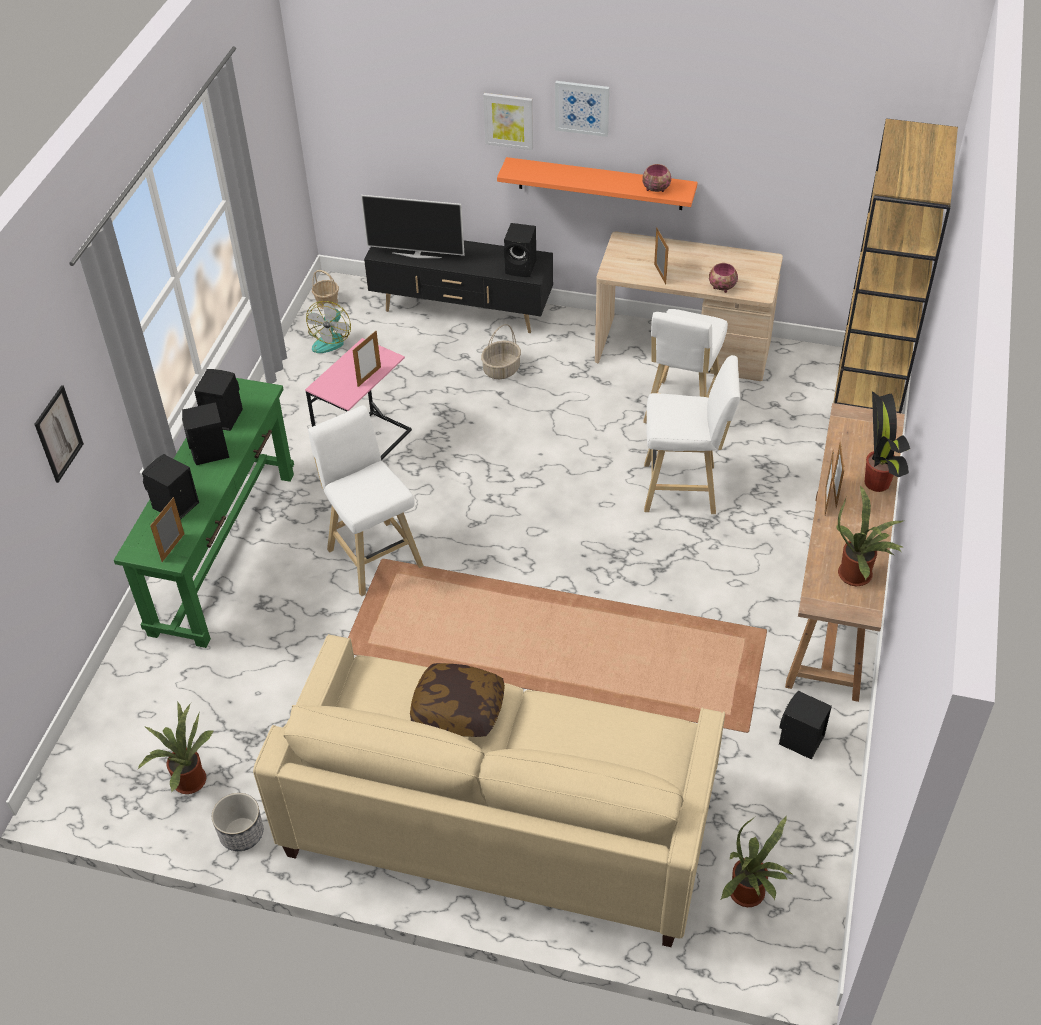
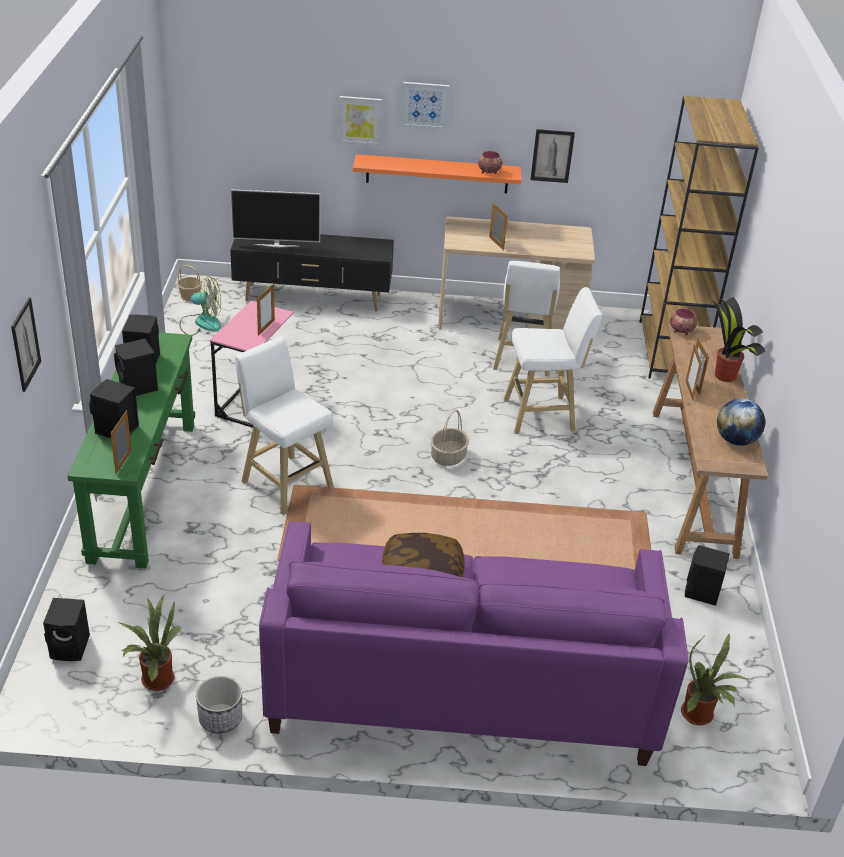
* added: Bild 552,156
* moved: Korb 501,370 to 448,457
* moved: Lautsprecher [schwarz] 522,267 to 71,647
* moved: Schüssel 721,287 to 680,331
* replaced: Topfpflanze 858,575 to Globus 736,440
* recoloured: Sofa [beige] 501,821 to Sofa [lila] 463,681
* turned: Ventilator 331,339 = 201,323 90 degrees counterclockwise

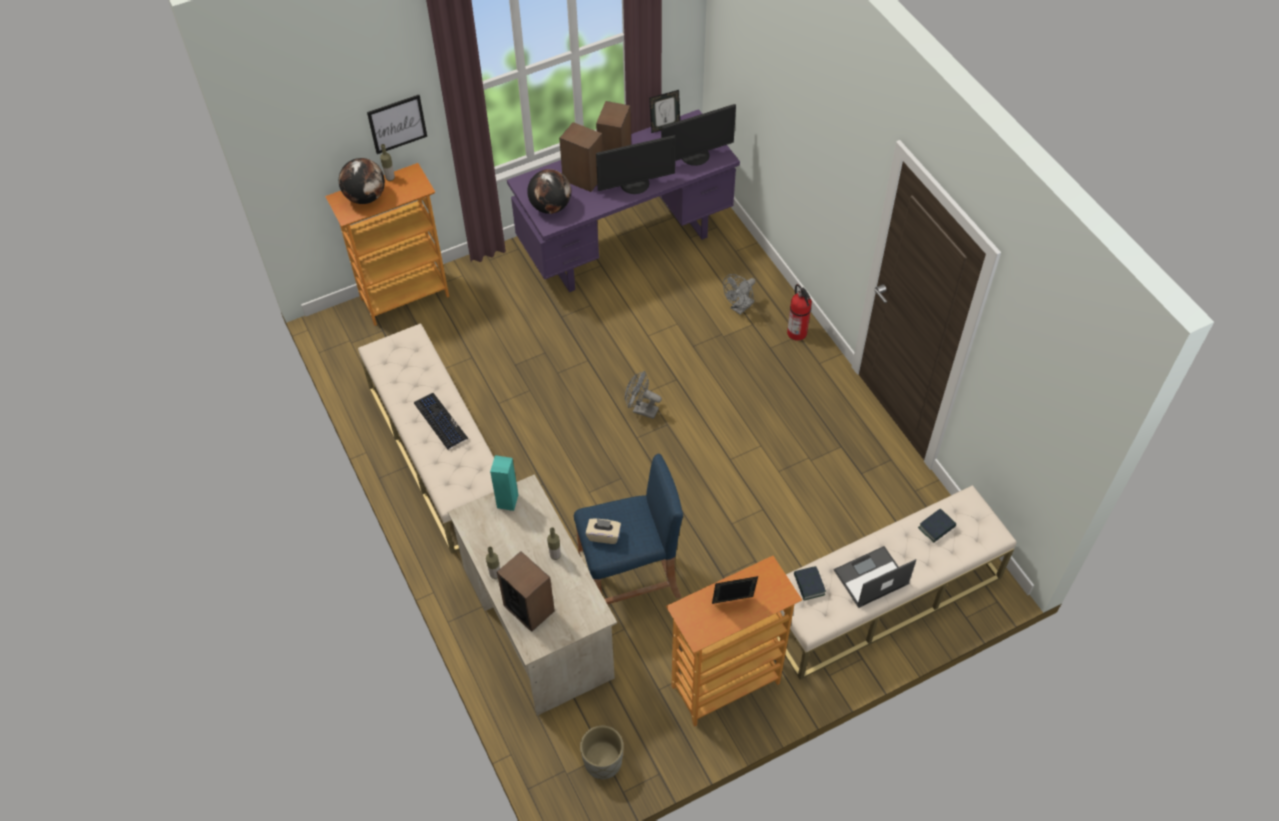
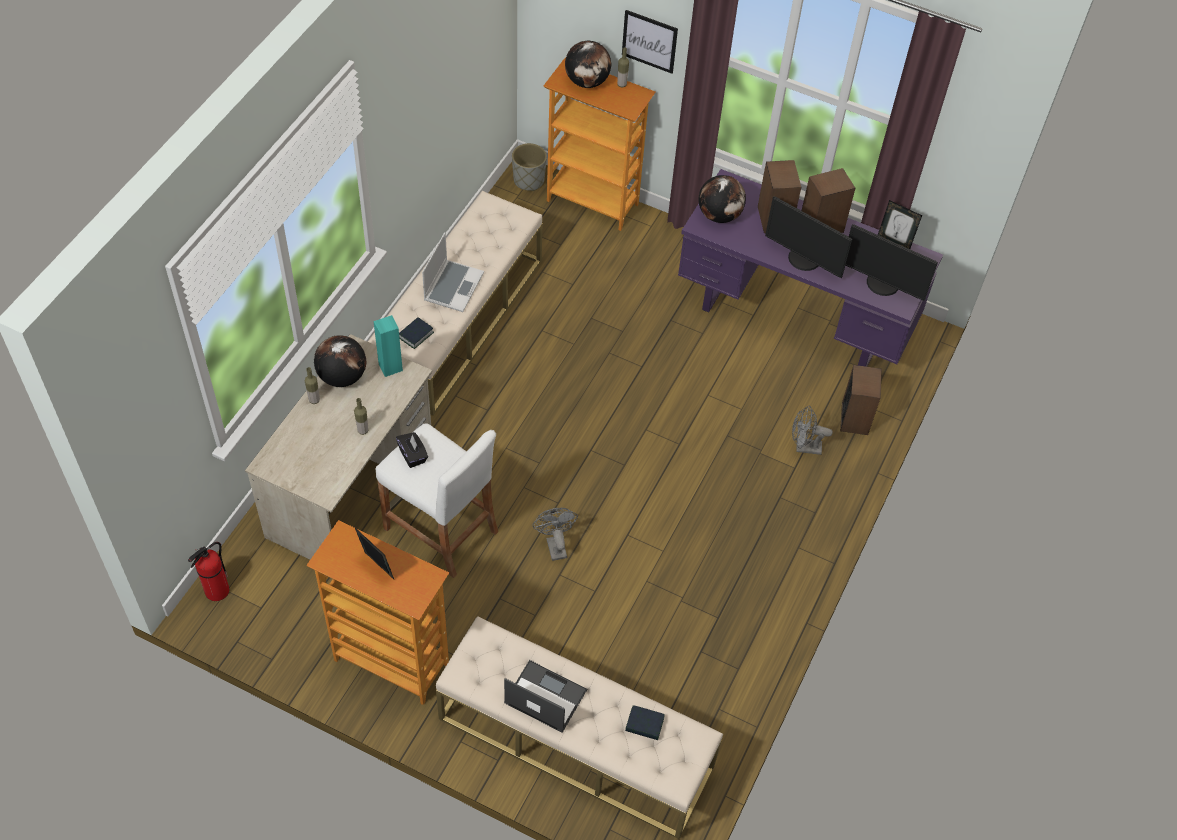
* added: Globus 342,377
* moved: Lautsprecher 529,608 to 855,418
* moved: Pflanzkübel [grau] 603,762 to 528,180
* moved: Ventilator [grau] 641,409 to 555,544
* moved: Feuerlöscher 797,333 to 216,591
* moved: Buch 809,585 to 415,335
* replaced: Tastatur 440,421 to Laptop 453,286
* recoloured: Hocker [blau] 630,581 to Hocker [weiß] 441,530
* recoloured: Taschentuchbox [beige] 603,535 to Taschentuchbox [schwarz] 413,455

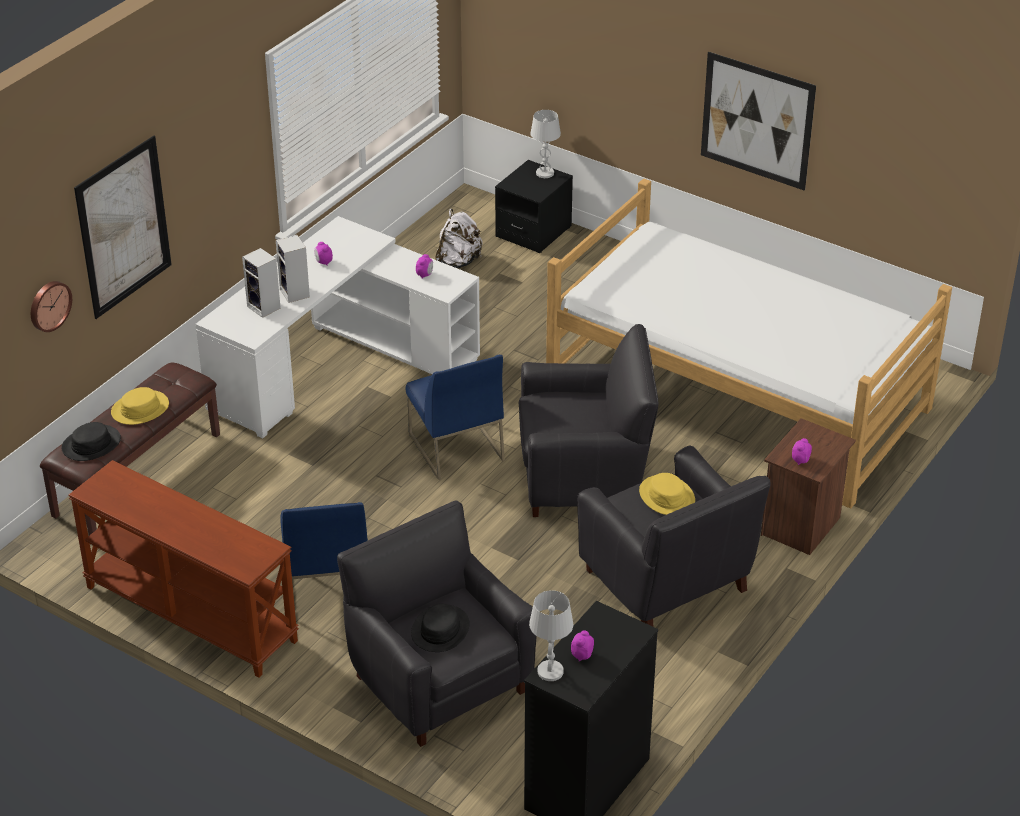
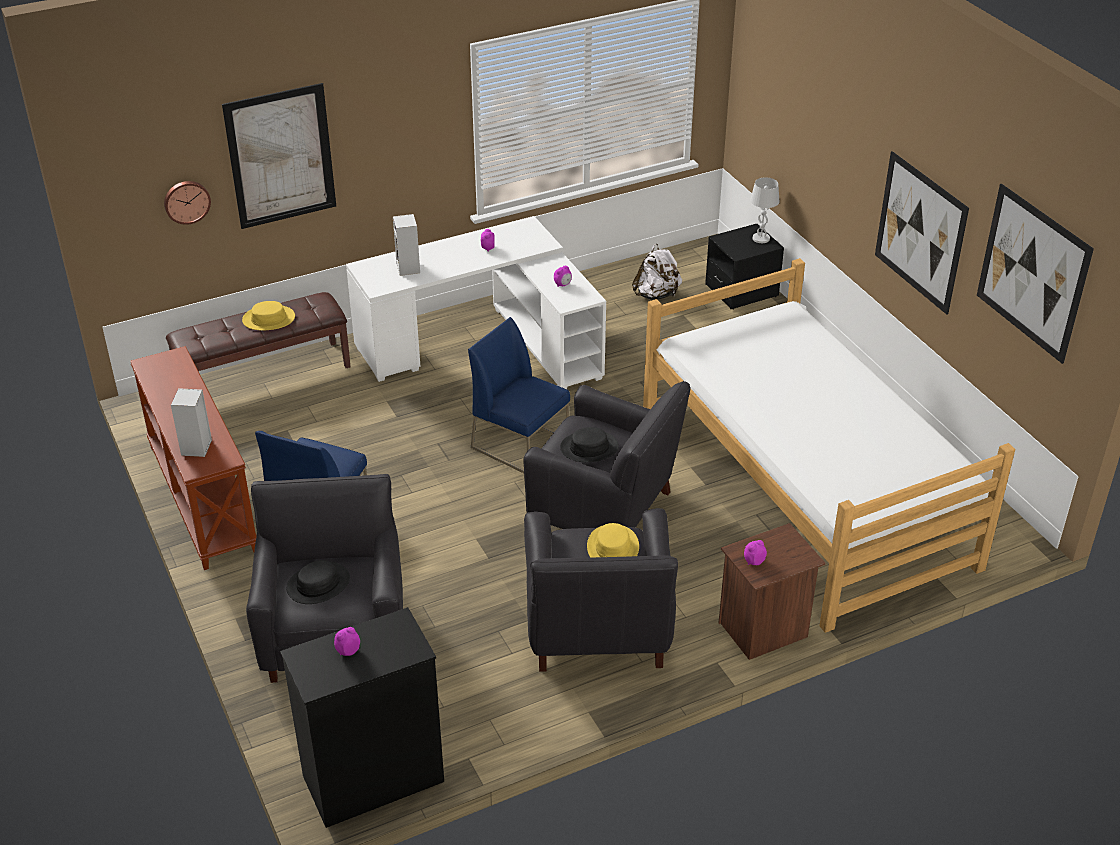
* removed: Tischlampe [weiß] 550,671
* added: Bild 1032,273
* moved: Hut [schwarz] 91,444 to 589,447
* moved: Lautsprecher 295,294 to 197,448
* turned: Stuhl [blau] 455,447 = 521,443 120 degrees clockwise

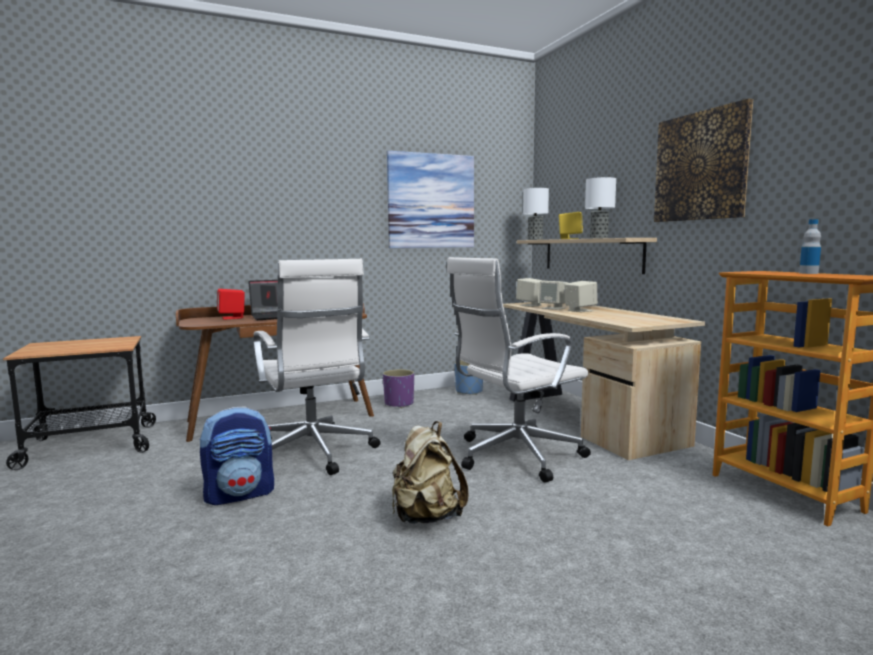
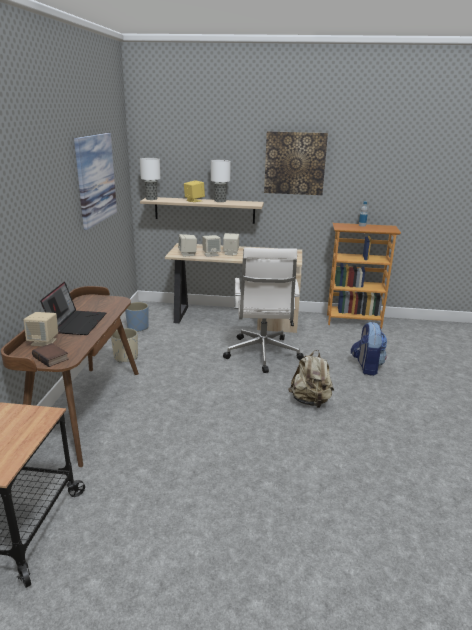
* removed: Bürostuhl [weiß] 313,454
* added: Buch 52,358
* moved: Rucksack 240,494 to 366,367
* recoloured: Lautsprecher [rot] 232,317 to Lautsprecher [beige] 44,342
* recoloured: Pflanzkübel [lila] 399,404 to Pflanzkübel [beige] 126,357

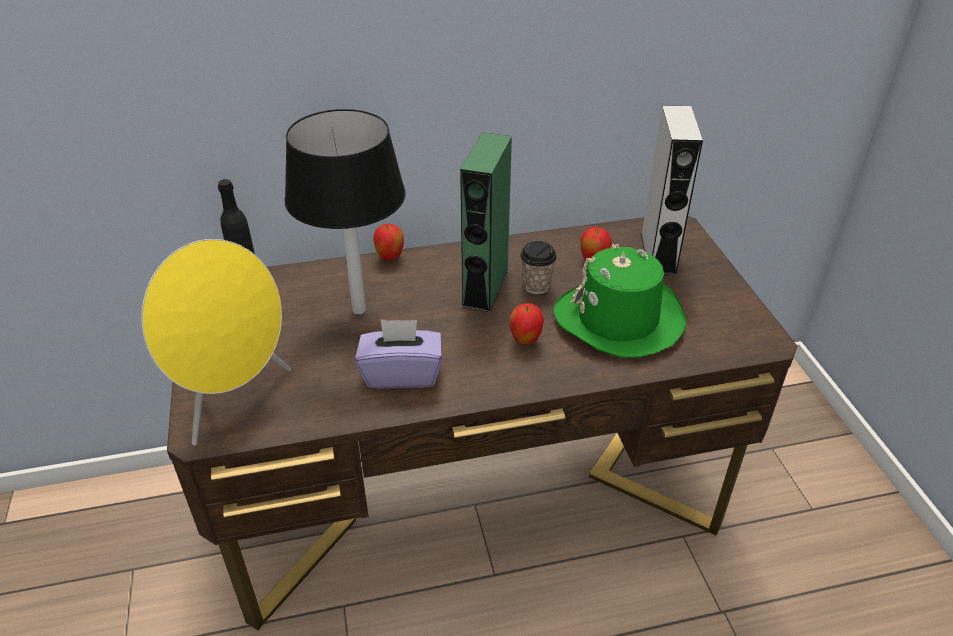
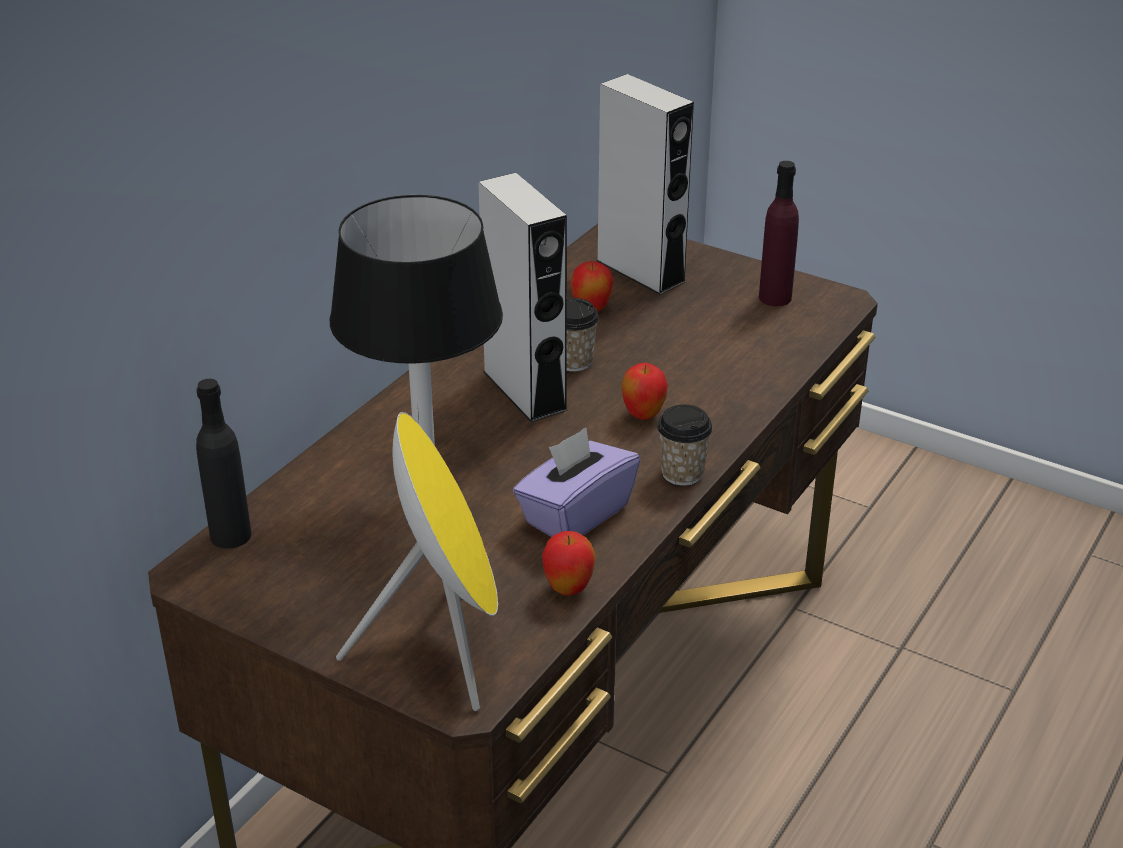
* removed: Hut [grün] 618,319
* added: Tasse 682,473
* added: Flasche [lila] 775,298
* moved: Apfel 390,258 to 568,589
* recoloured: Lautsprecher [grün] 485,287 to Lautsprecher [grau] 524,390

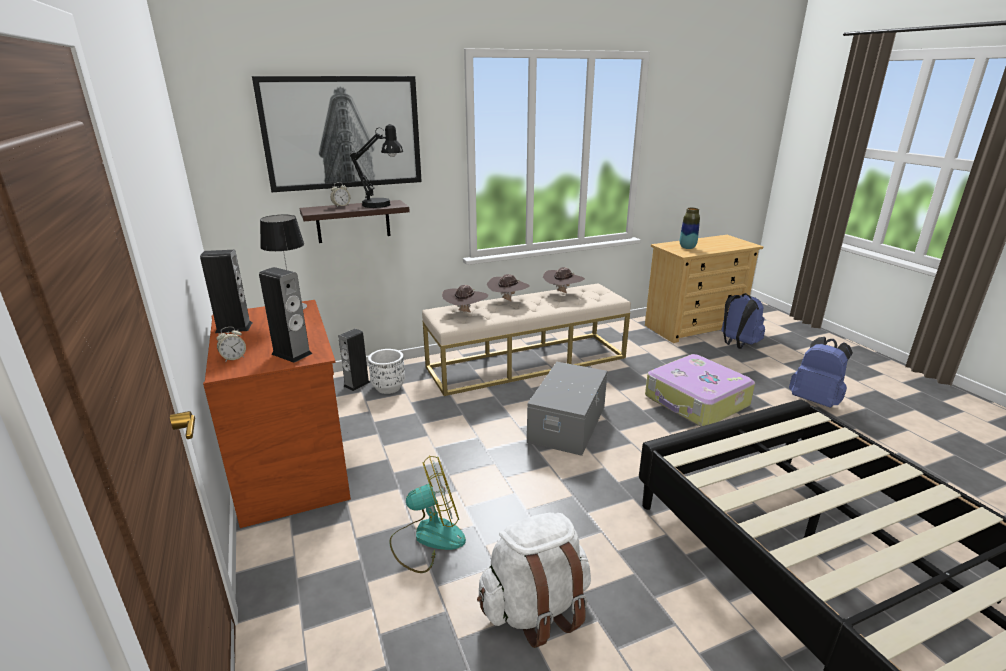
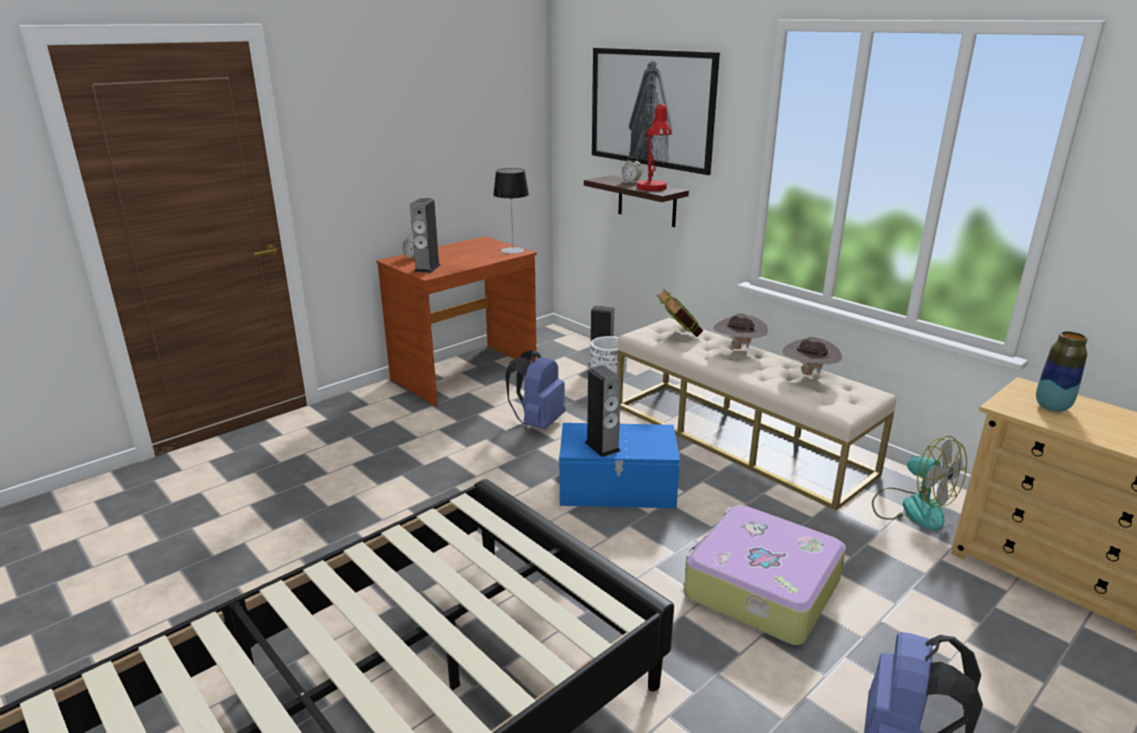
* removed: Rucksack [weiß] 535,609
* moved: Lautsprecher 234,327 to 602,446
* moved: Ventilator 427,538 to 912,508
* moved: Rucksack [blau] 737,344 to 538,423
* replaced: Hut [braun] 465,313 to Buch 678,335
* recoloured: Tischlampe [schwarz] 382,205 to Tischlampe [rot] 653,189
* recoloured: Aufbewahrungsbox [grau] 568,424 to Aufbewahrungsbox [blau] 617,488

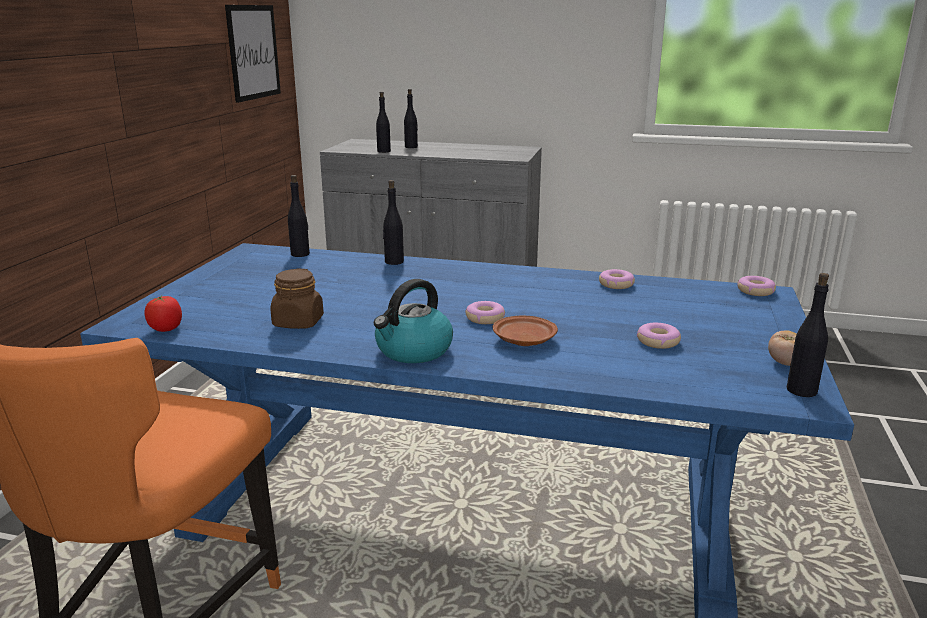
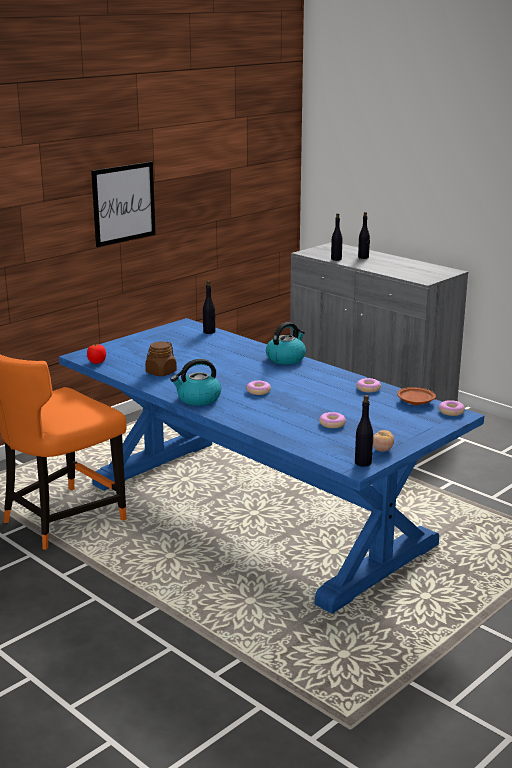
* removed: Flasche [schwarz] 393,262
* added: Wasserkessel 286,358
* moved: Bild 253,52 to 123,203
* moved: Teller [braun] 523,340 to 415,402

